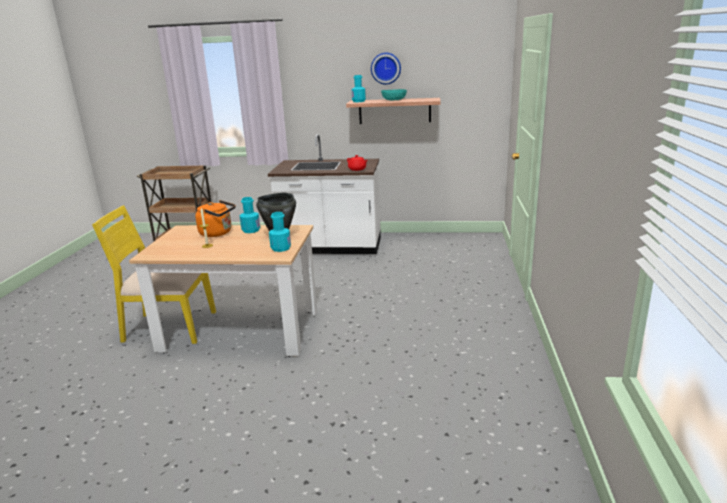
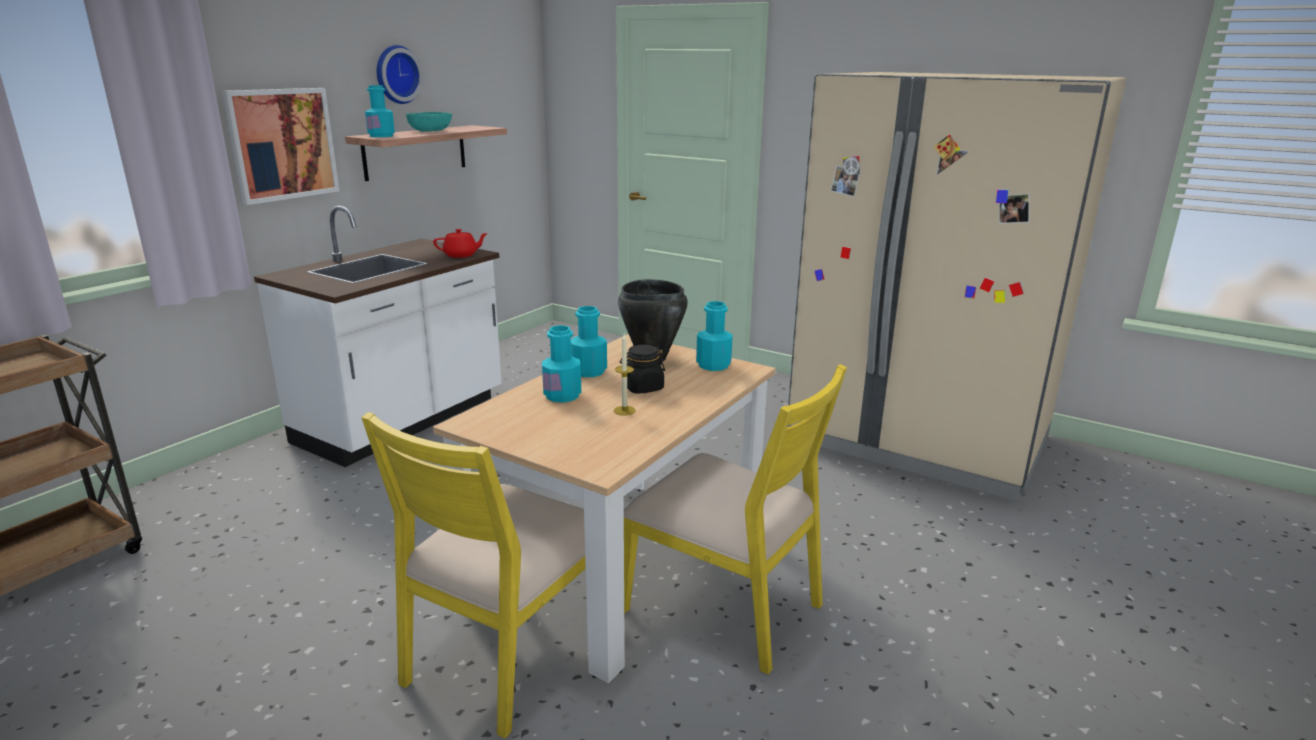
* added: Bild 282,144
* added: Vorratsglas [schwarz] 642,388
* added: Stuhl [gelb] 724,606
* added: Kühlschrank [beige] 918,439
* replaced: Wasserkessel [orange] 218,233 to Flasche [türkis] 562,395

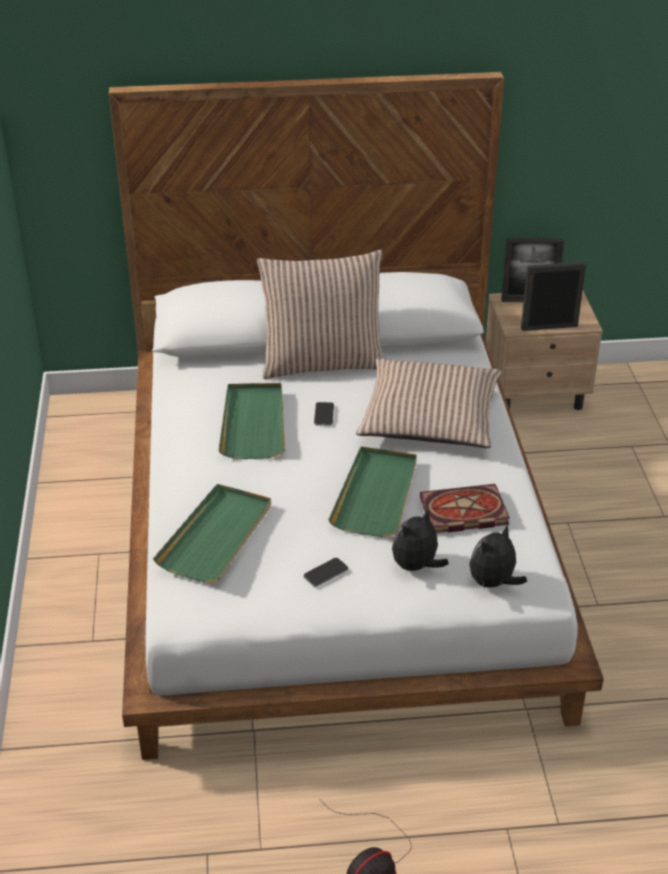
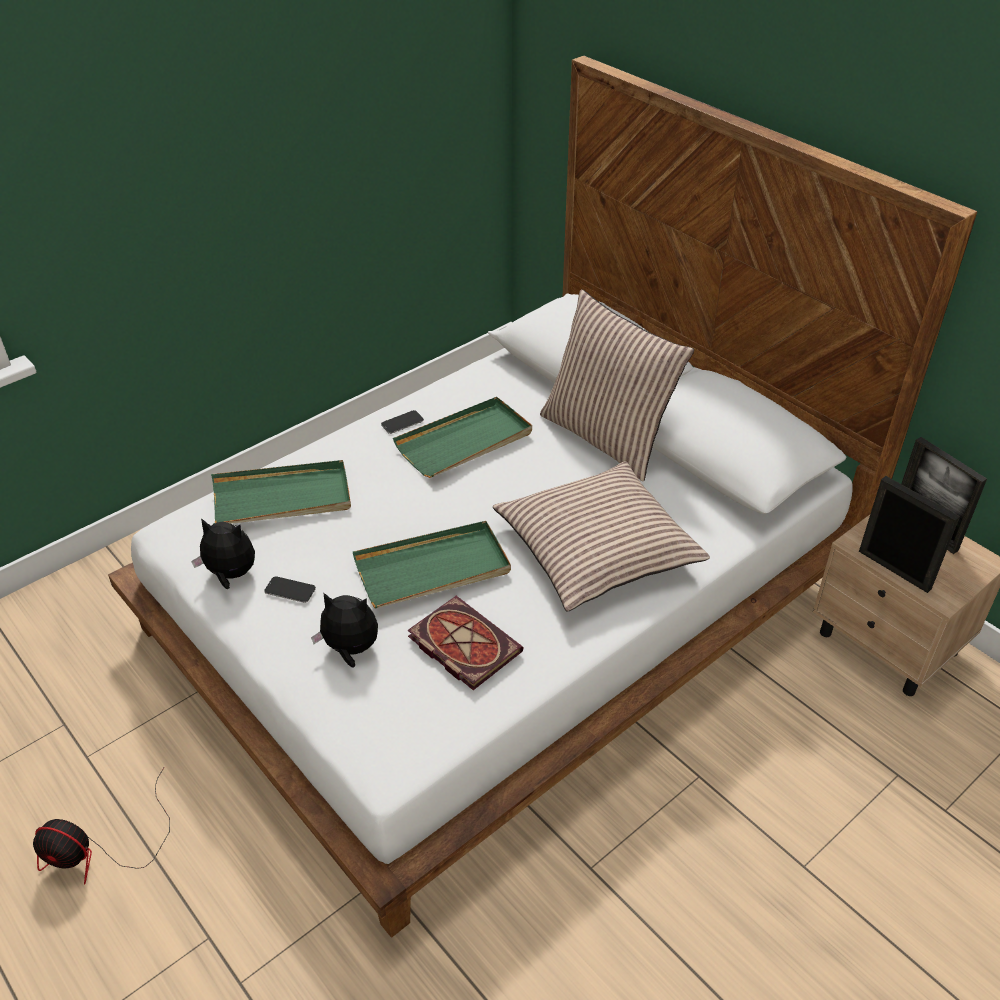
* moved: Handy 324,414 to 402,423
* moved: Plüschtier 493,583 to 230,575

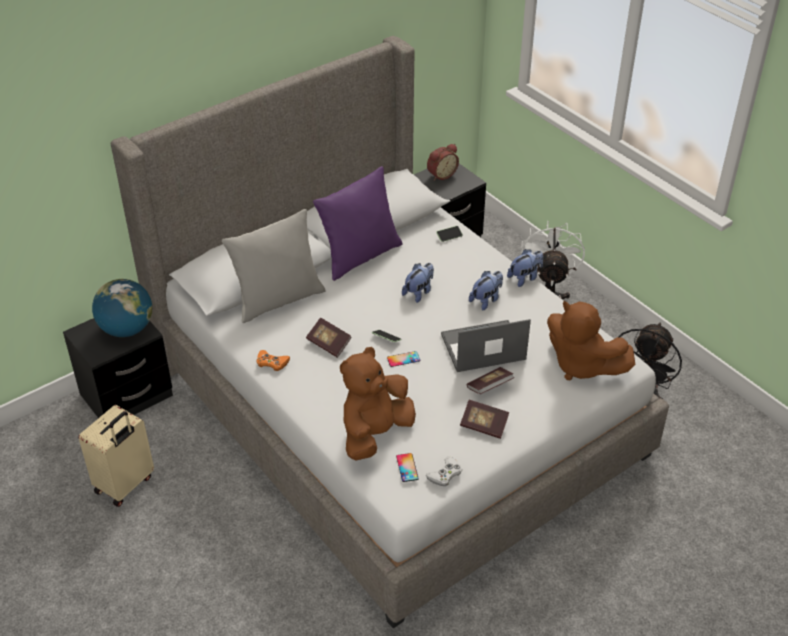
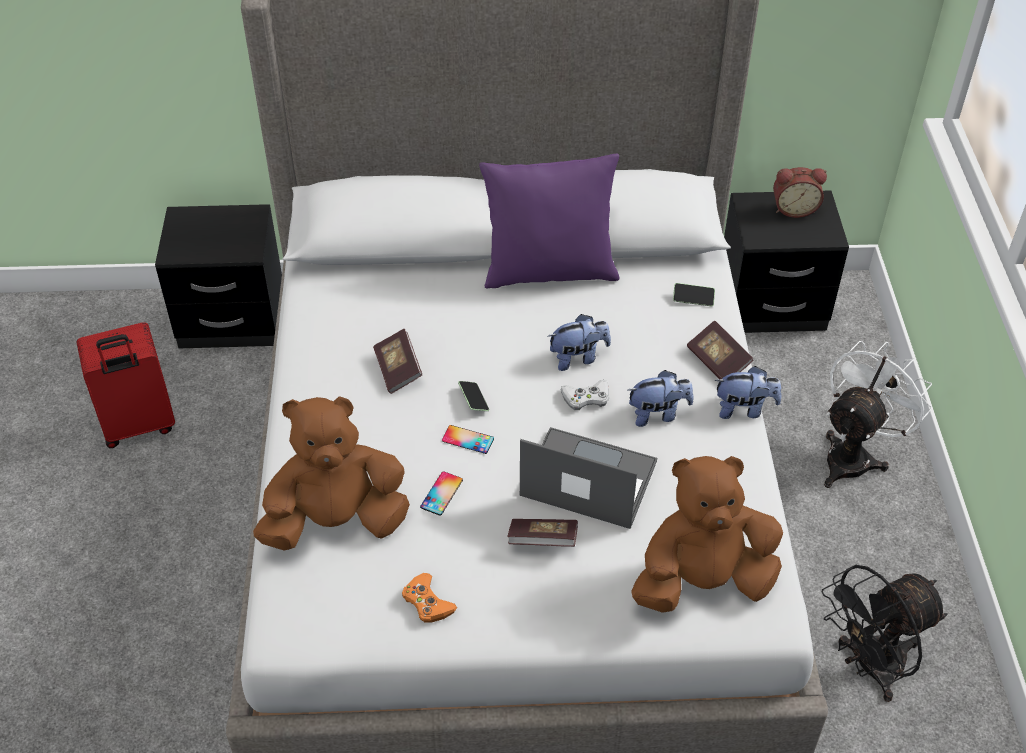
* removed: Globus 127,329
* removed: Kissen [grau] 278,300
* moved: Gamepad [orange] 272,362 to 427,602
* moved: Handy 407,467 to 441,493
* moved: Gamepad [weiß] 445,474 to 586,398
* moved: Buch 484,425 to 718,361
* recoloured: Koffer [beige] 125,485 to Koffer [rot] 139,426
* turned: Plüschtier [braun] 581,365 = 702,581 90 degrees clockwise

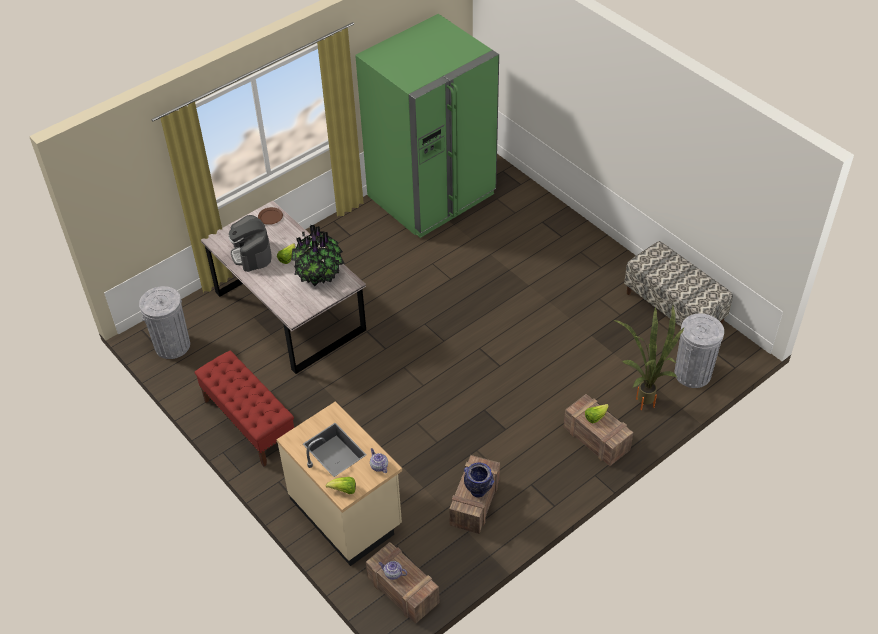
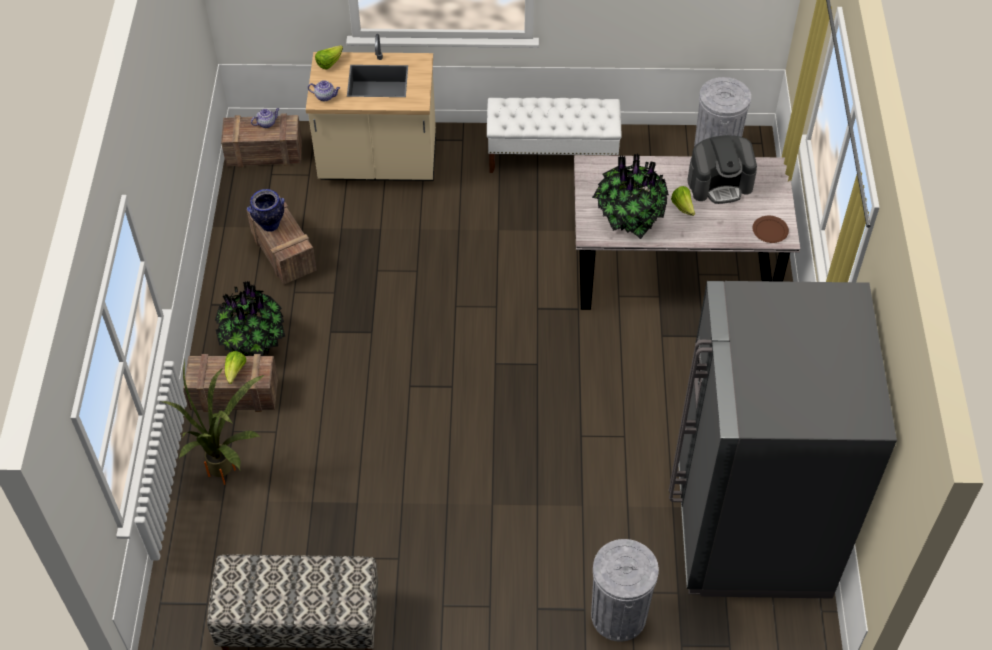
* added: Topfpflanze 254,343
* moved: Mülleimer [grau] 692,373 to 618,616
* recoloured: Bank [rot] 249,422 to Bank [weiß] 552,156
* recoloured: Kühlschrank [grün] 431,195 to Kühlschrank [grau] 751,523
* turned: Kaffeemaschine 252,254 = 720,183 150 degrees clockwise

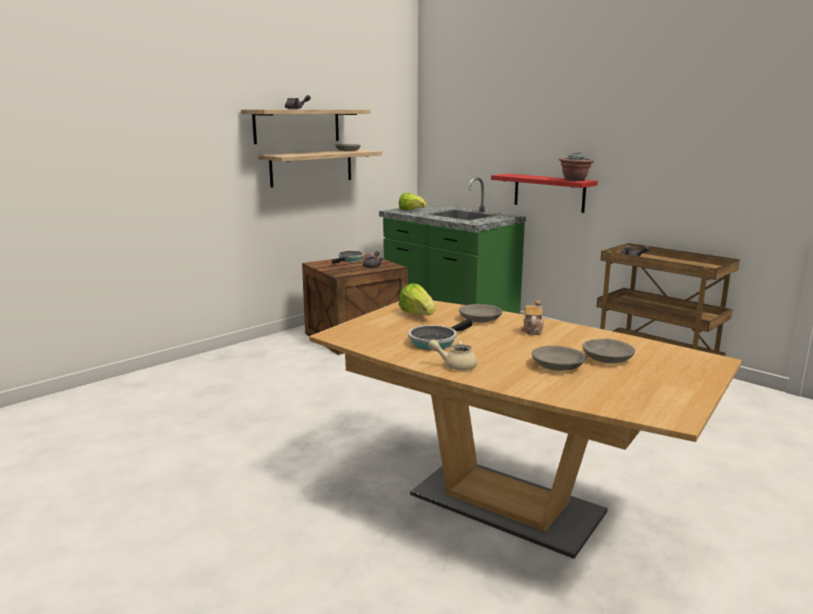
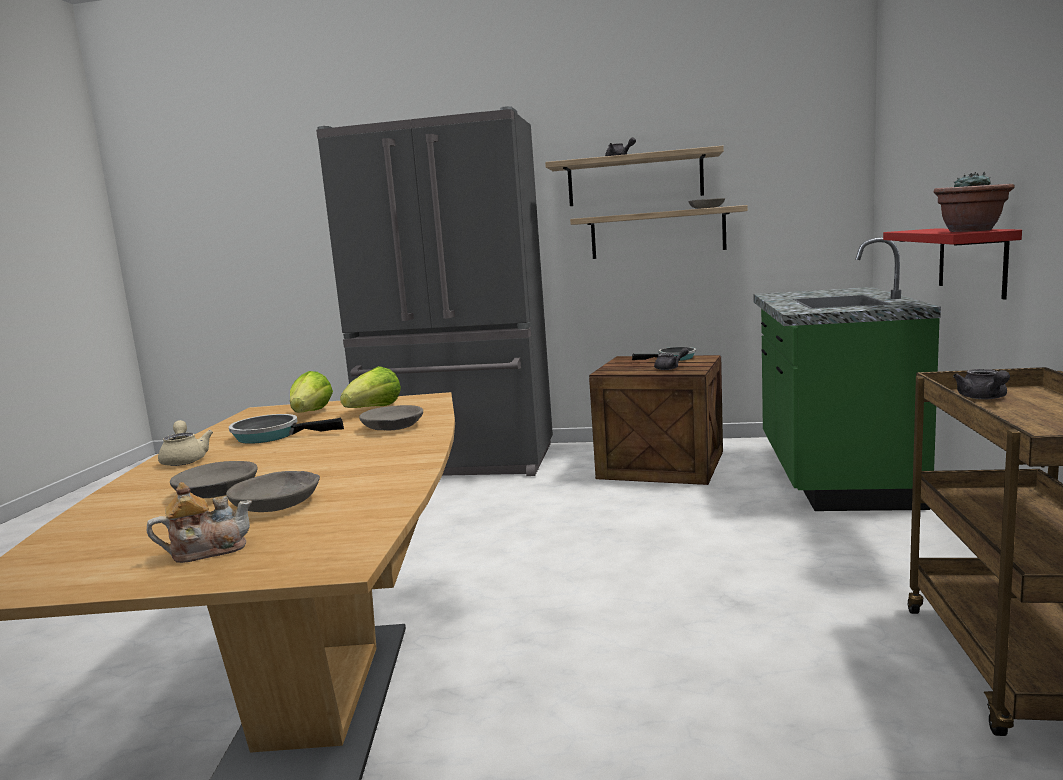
* added: Kühlschrank [grau] 460,462
* moved: Salatkopf 411,210 to 311,414
* moved: Teekanne 532,330 to 207,550

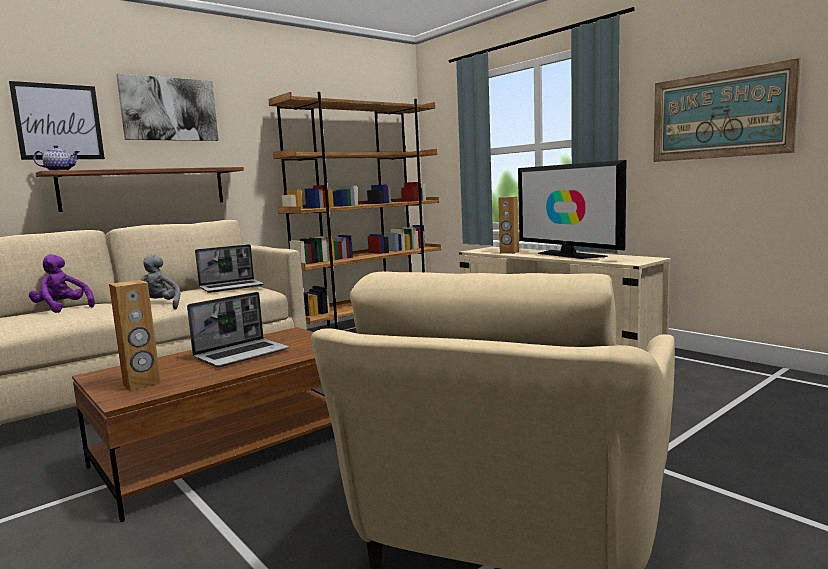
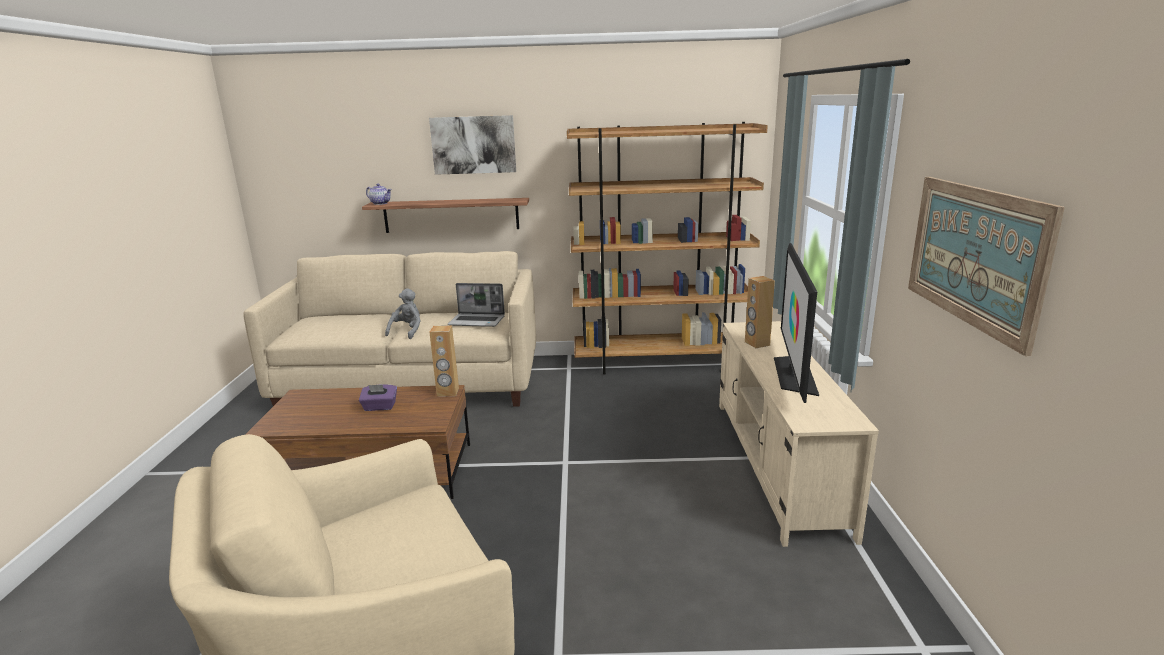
* removed: Bild 58,122
* removed: Plüschtier [lila] 62,309
* moved: Lautsprecher [braun] 142,384 to 448,392
* replaced: Laptop 242,354 to Taschentuchbox [lila] 379,407

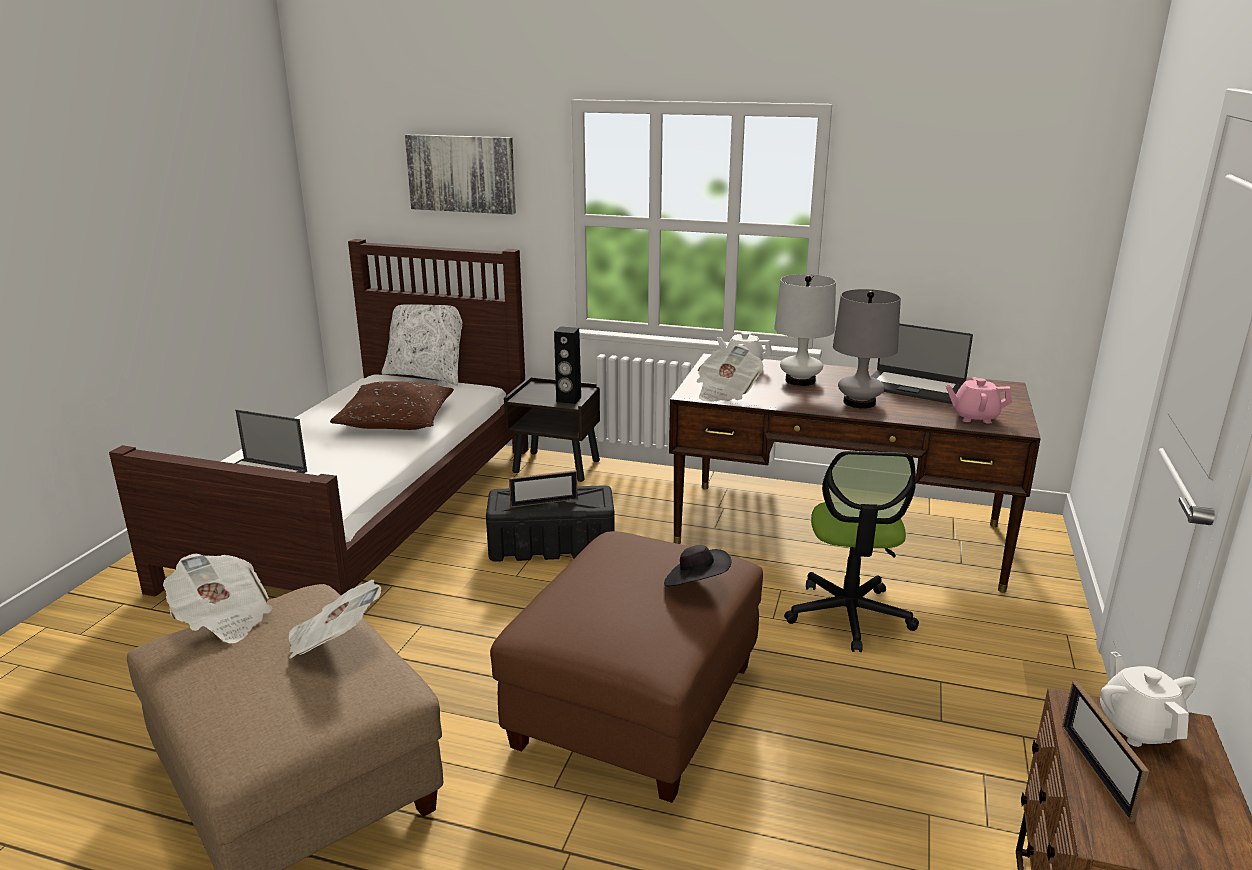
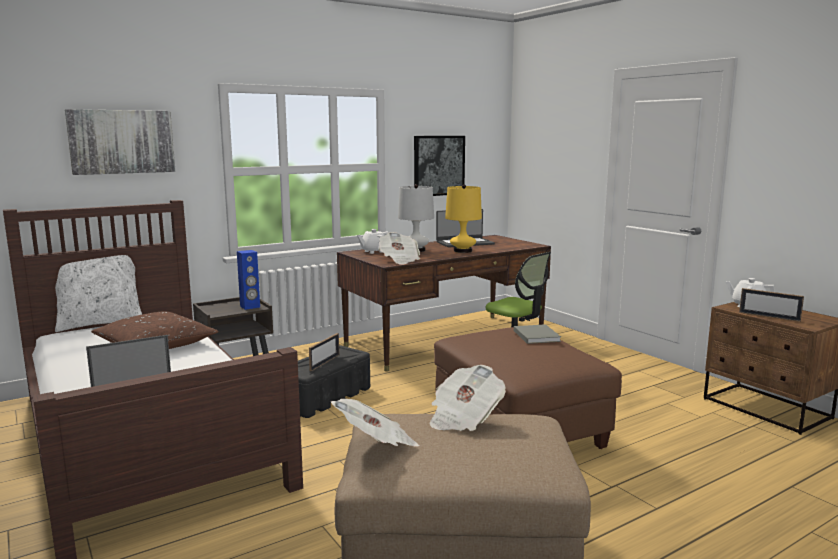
* removed: Teekanne [rosa] 974,417
* added: Bild 438,165
* replaced: Hut [schwarz] 696,584 to Buch [grau] 536,335
* recoloured: Lautsprecher [schwarz] 568,399 to Lautsprecher [blau] 250,307
* recoloured: Tischlampe [grau] 859,402 to Tischlampe [gelb] 462,251

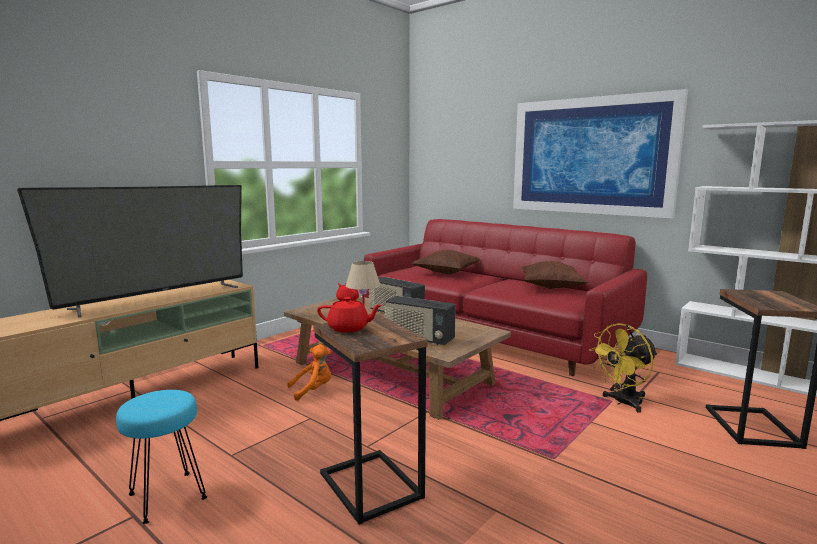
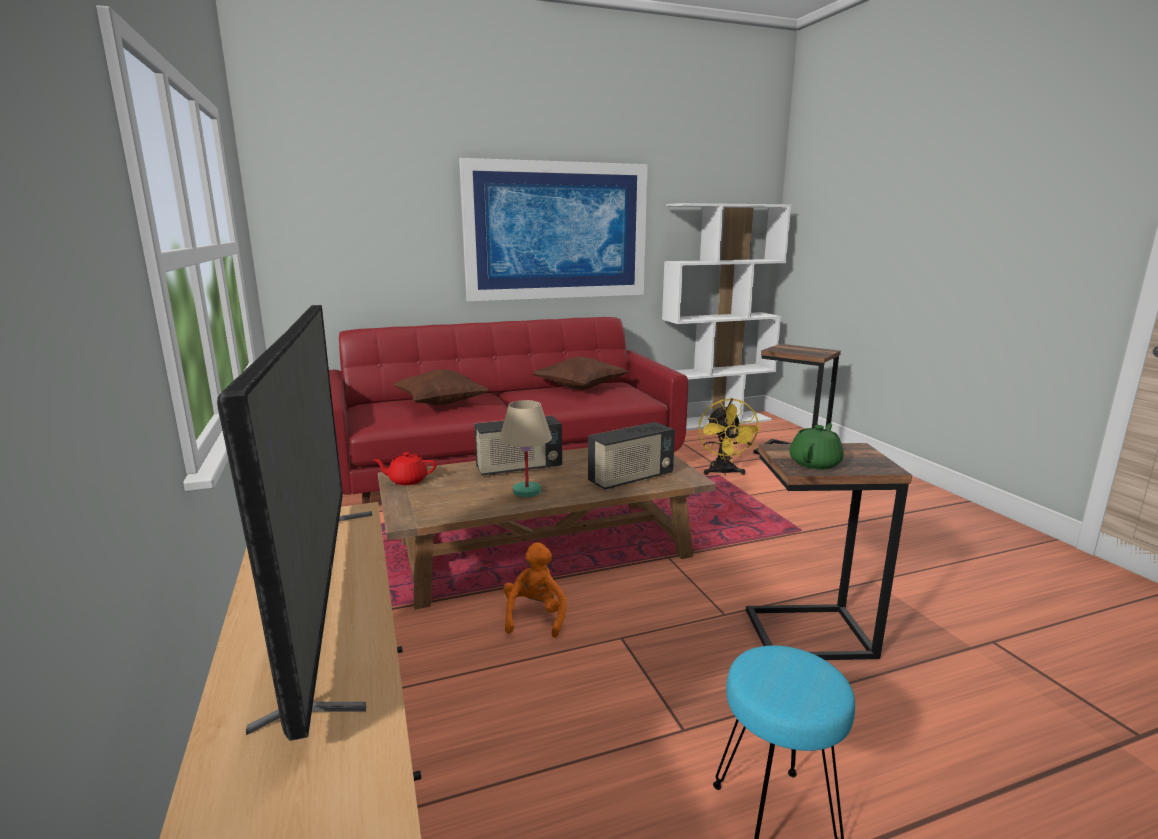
* recoloured: Teekanne [rot] 349,328 to Teekanne [grün] 815,463

